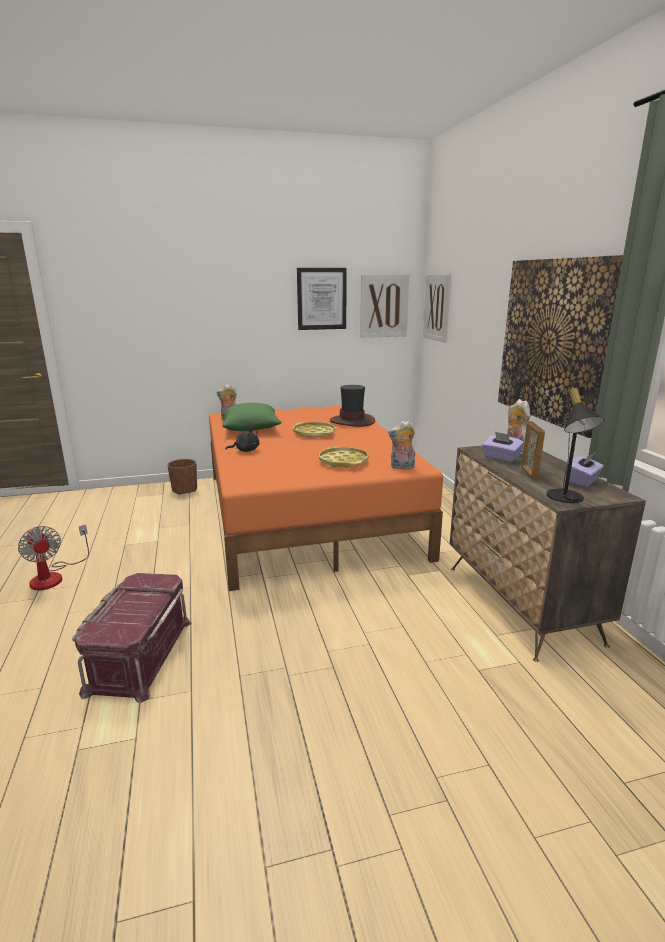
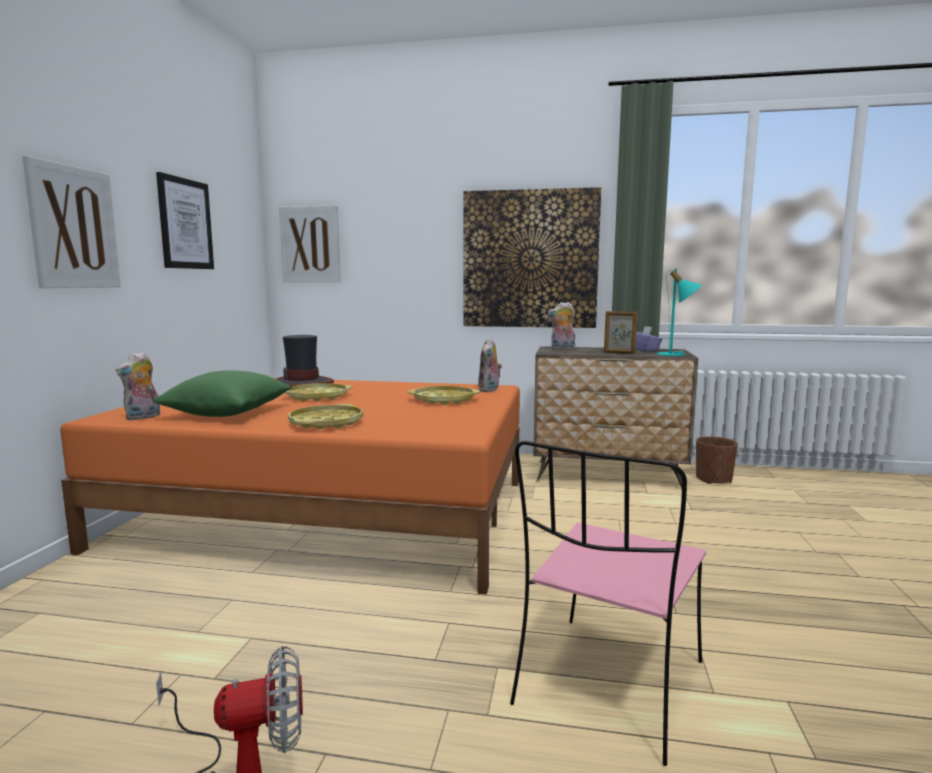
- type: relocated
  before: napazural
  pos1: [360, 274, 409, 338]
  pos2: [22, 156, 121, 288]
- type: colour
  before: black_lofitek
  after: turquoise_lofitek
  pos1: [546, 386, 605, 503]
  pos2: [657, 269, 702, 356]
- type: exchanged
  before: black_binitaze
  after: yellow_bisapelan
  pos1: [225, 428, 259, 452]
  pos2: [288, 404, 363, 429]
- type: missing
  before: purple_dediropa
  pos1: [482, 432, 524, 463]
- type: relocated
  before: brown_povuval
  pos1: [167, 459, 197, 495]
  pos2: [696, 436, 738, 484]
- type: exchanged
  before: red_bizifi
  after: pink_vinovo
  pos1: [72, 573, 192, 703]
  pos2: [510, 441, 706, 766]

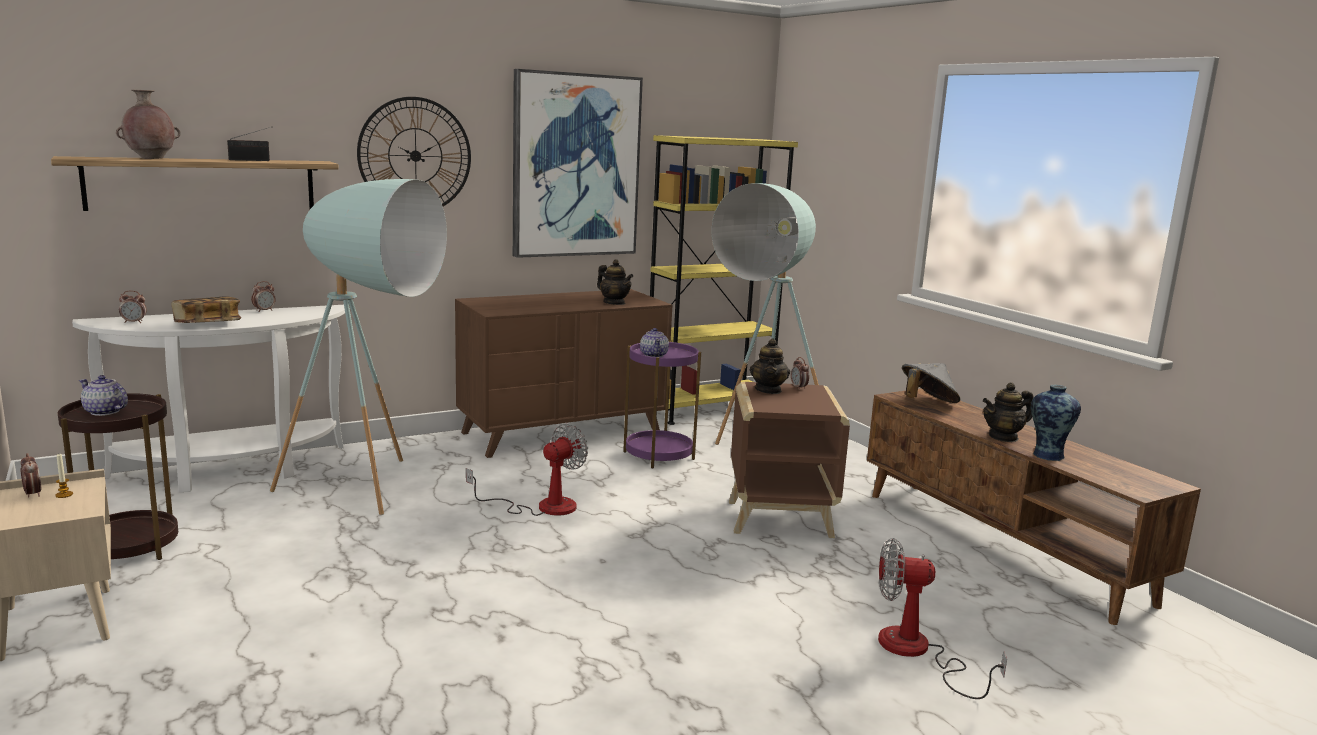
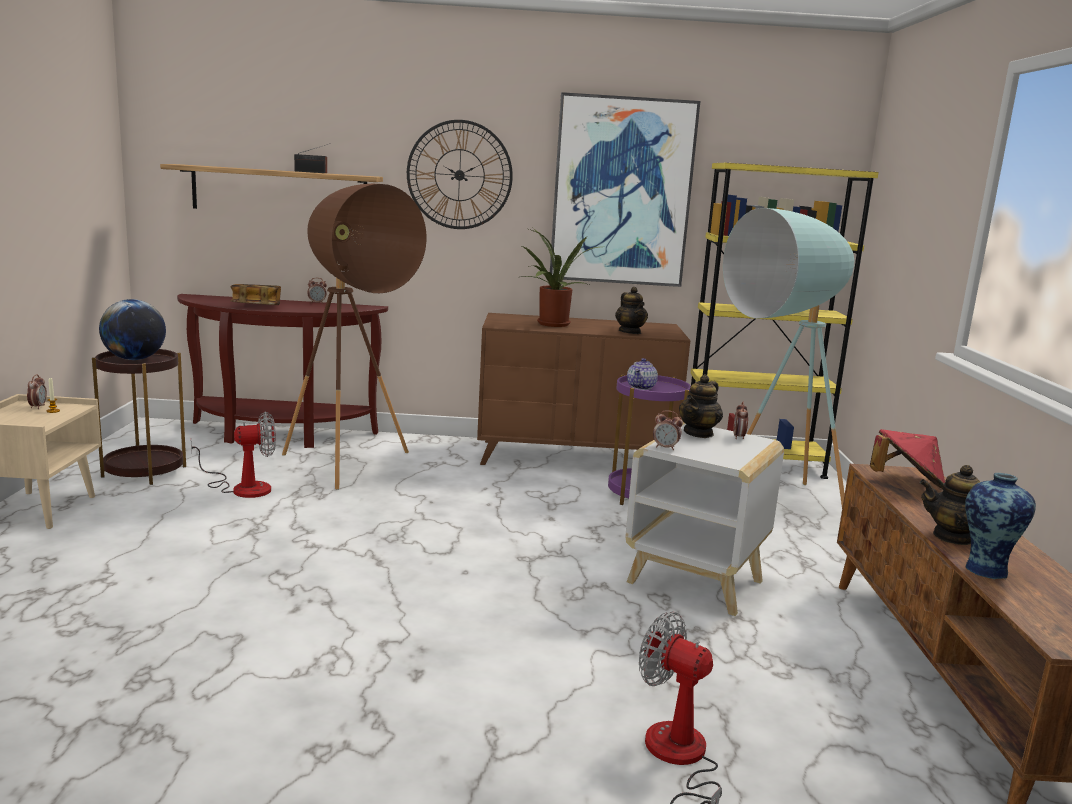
- type: missing
  before: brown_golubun
  pos1: [116, 90, 180, 159]
- type: colour
  before: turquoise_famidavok
  after: brown_famidavok
  pos1: [270, 179, 447, 515]
  pos2: [282, 184, 427, 490]
- type: relocated
  before: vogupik
  pos1: [119, 291, 147, 323]
  pos2: [653, 410, 683, 450]
- type: colour
  before: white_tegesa
  after: brown_tegesa
  pos1: [72, 305, 345, 492]
  pos2: [177, 294, 388, 448]
- type: colour
  before: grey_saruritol
  after: red_saruritol
  pos1: [902, 363, 961, 403]
  pos2: [870, 429, 945, 489]
- type: exchanged
  before: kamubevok
  after: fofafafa
  pos1: [79, 375, 128, 416]
  pos2: [99, 299, 166, 360]
- type: colour
  before: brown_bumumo
  after: white_bumumo
  pos1: [729, 382, 850, 538]
  pos2: [625, 422, 784, 616]
- type: relocated
  before: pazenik
  pos1: [466, 424, 588, 516]
  pos2: [191, 412, 276, 498]
- type: appeared
  after: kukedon
  pos2: [521, 228, 599, 327]

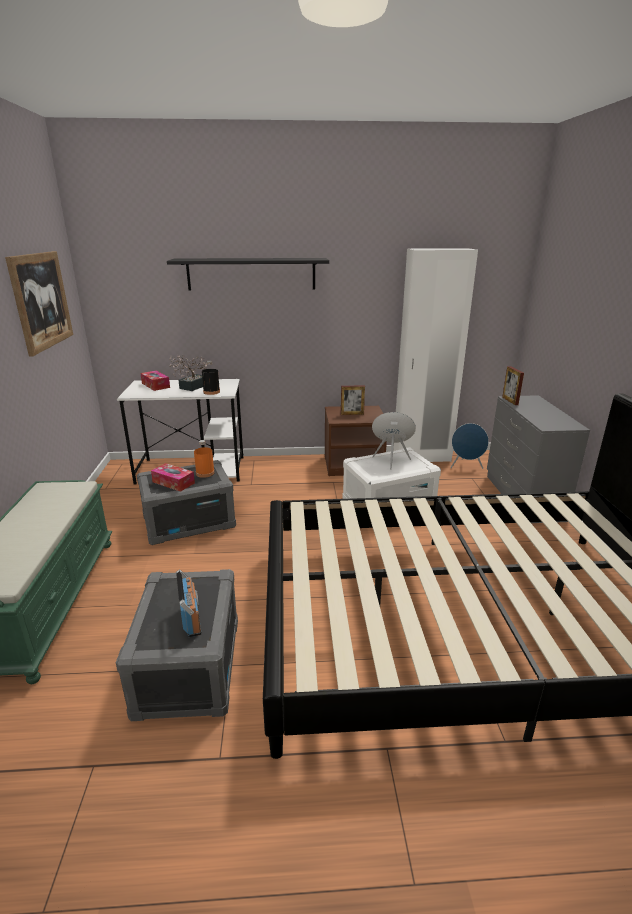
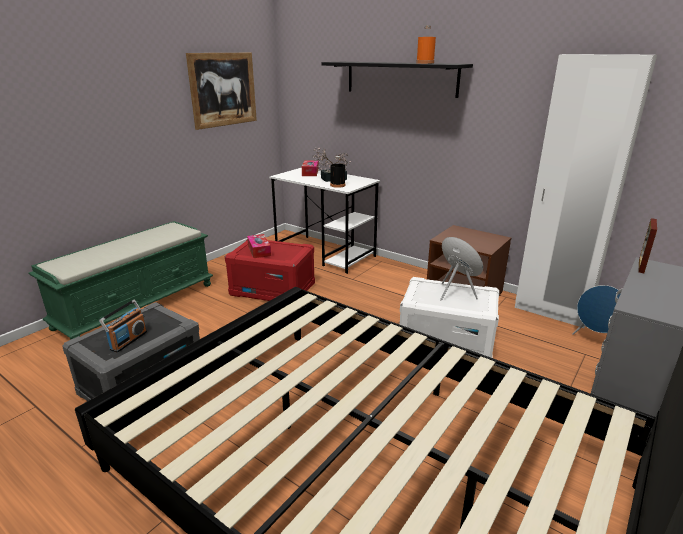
- type: missing
  before: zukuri
  pos1: [341, 385, 365, 415]
- type: relocated
  before: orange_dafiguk
  pos1: [194, 440, 215, 478]
  pos2: [416, 25, 436, 64]
- type: colour
  before: grey_bizifi
  after: red_bizifi
  pos1: [137, 460, 236, 545]
  pos2: [225, 239, 315, 301]

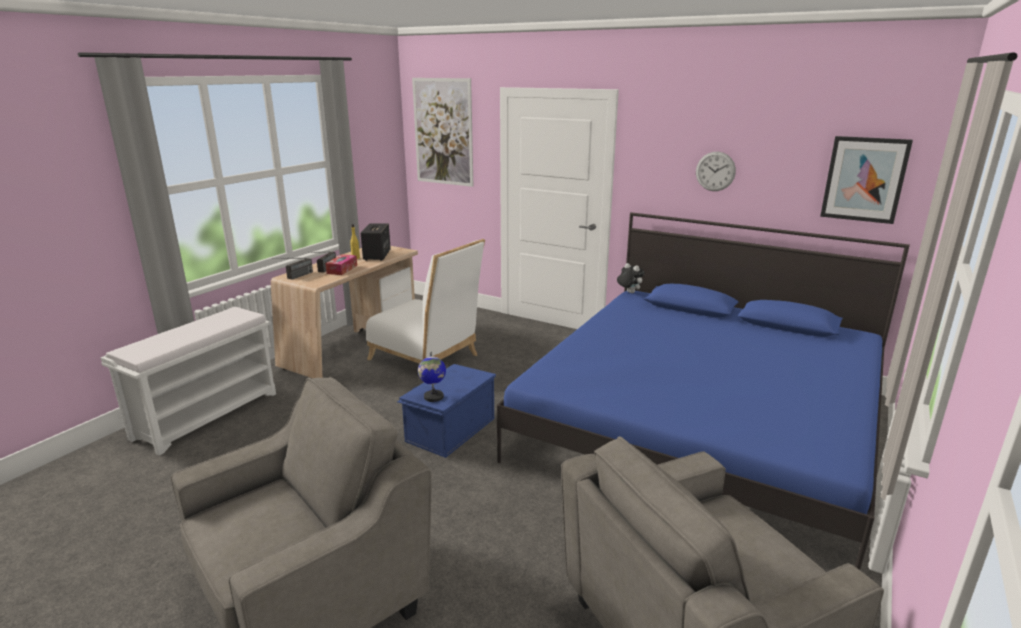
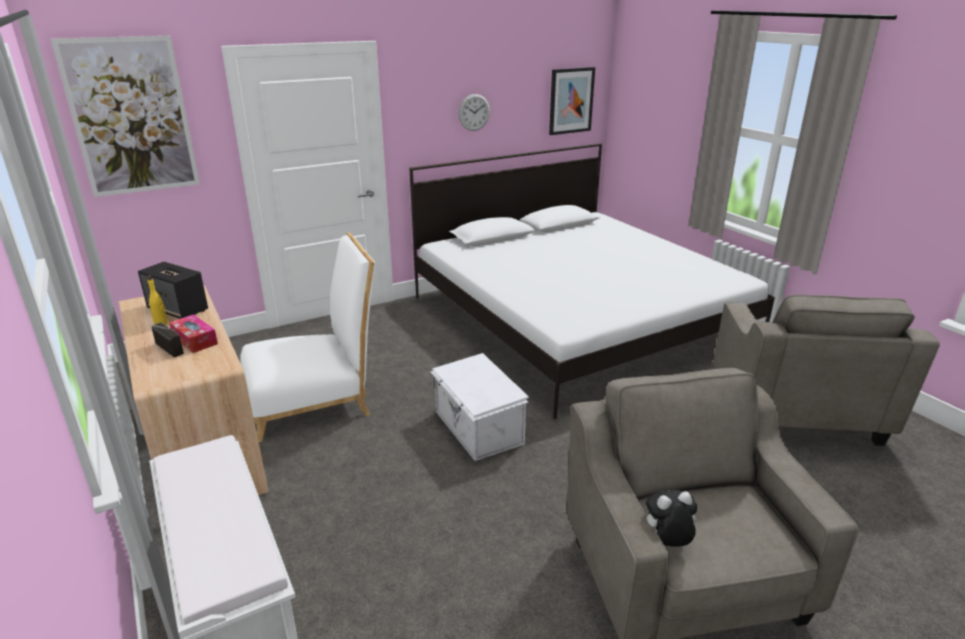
- type: colour
  before: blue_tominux
  after: white_tominux
  pos1: [497, 212, 910, 570]
  pos2: [410, 143, 775, 419]
- type: missing
  before: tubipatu
  pos1: [272, 258, 313, 280]
- type: relocated
  before: binitaze
  pos1: [617, 263, 645, 293]
  pos2: [646, 489, 697, 547]
- type: missing
  before: fofafafa
  pos1: [418, 352, 446, 402]
- type: colour
  before: blue_bizifi
  after: white_bizifi
  pos1: [397, 364, 496, 458]
  pos2: [430, 353, 529, 461]

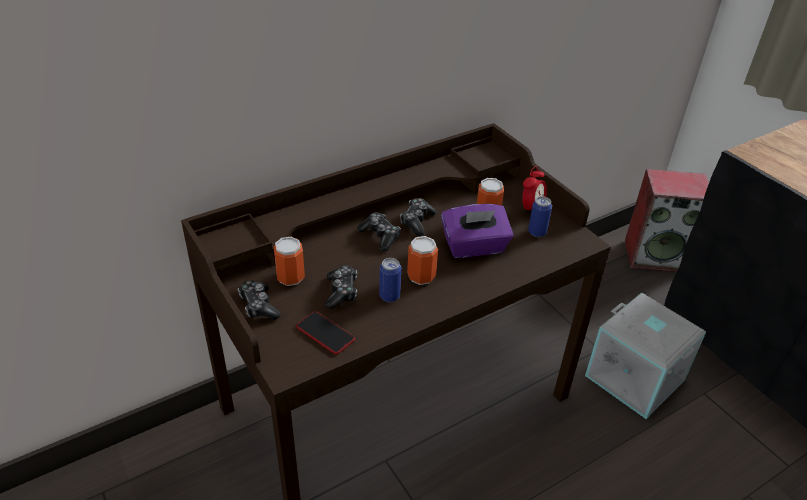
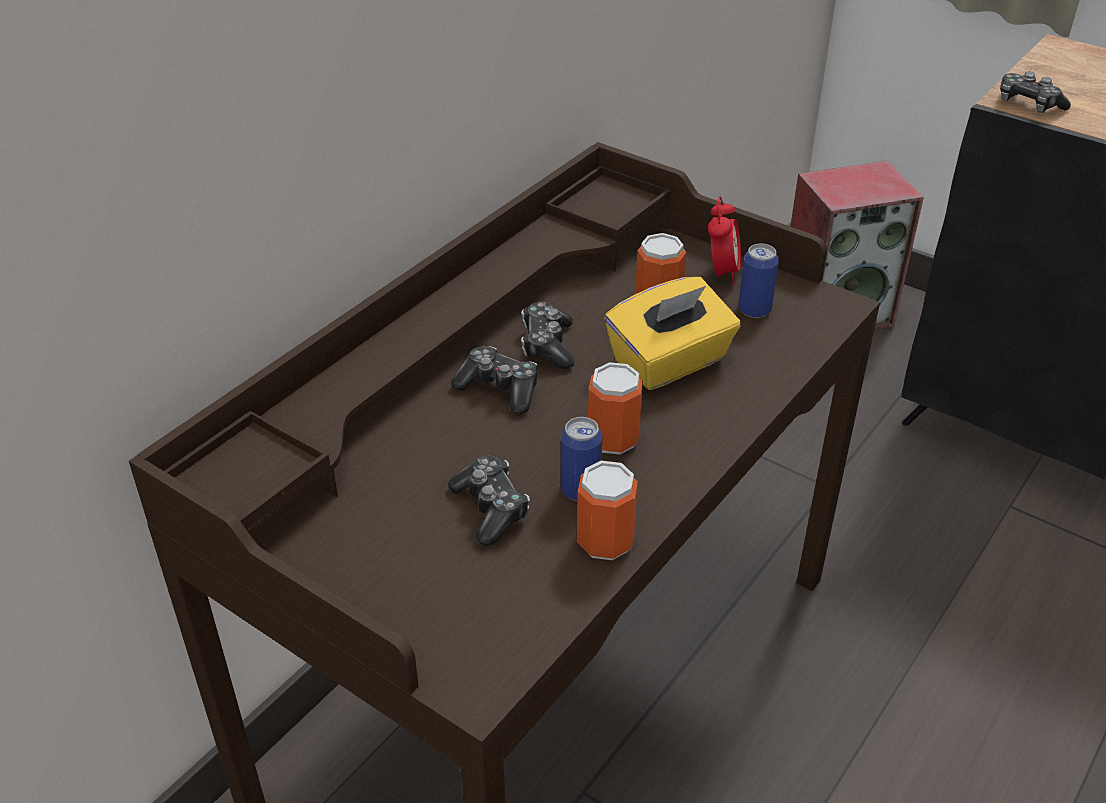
- type: colour
  before: purple_dediropa
  after: yellow_dediropa
  pos1: [441, 204, 513, 258]
  pos2: [604, 277, 741, 390]
- type: relocated
  before: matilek
  pos1: [274, 237, 305, 286]
  pos2: [577, 461, 638, 560]
- type: relocated
  before: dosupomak
  pos1: [238, 280, 281, 320]
  pos2: [1000, 72, 1071, 113]
- type: missing
  before: grey_bizifi
  pos1: [585, 293, 706, 419]
- type: missing
  before: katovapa
  pos1: [296, 312, 355, 354]

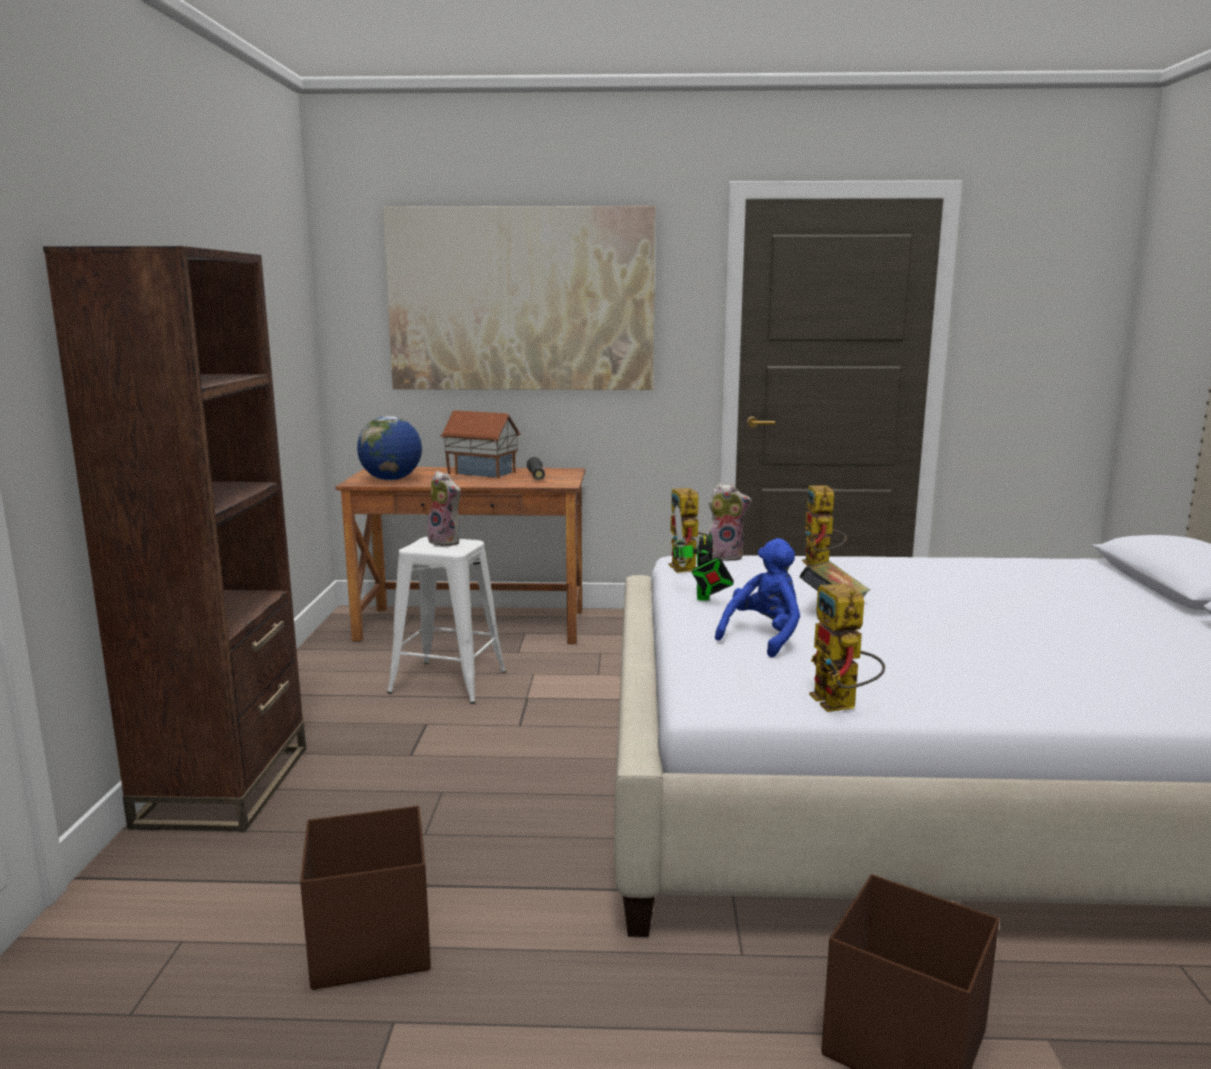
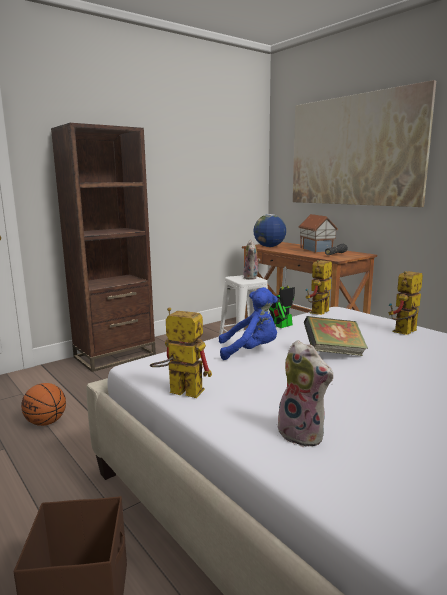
- type: relocated
  before: binitaze
  pos1: [706, 483, 752, 561]
  pos2: [278, 340, 333, 447]
- type: spun
  before: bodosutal
  pos1: [809, 583, 885, 712]
  pos2: [150, 307, 212, 398]
  turn: 75
- type: exchanged
  before: brown_bizifi
  after: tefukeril
  pos1: [300, 806, 431, 990]
  pos2: [21, 383, 66, 426]

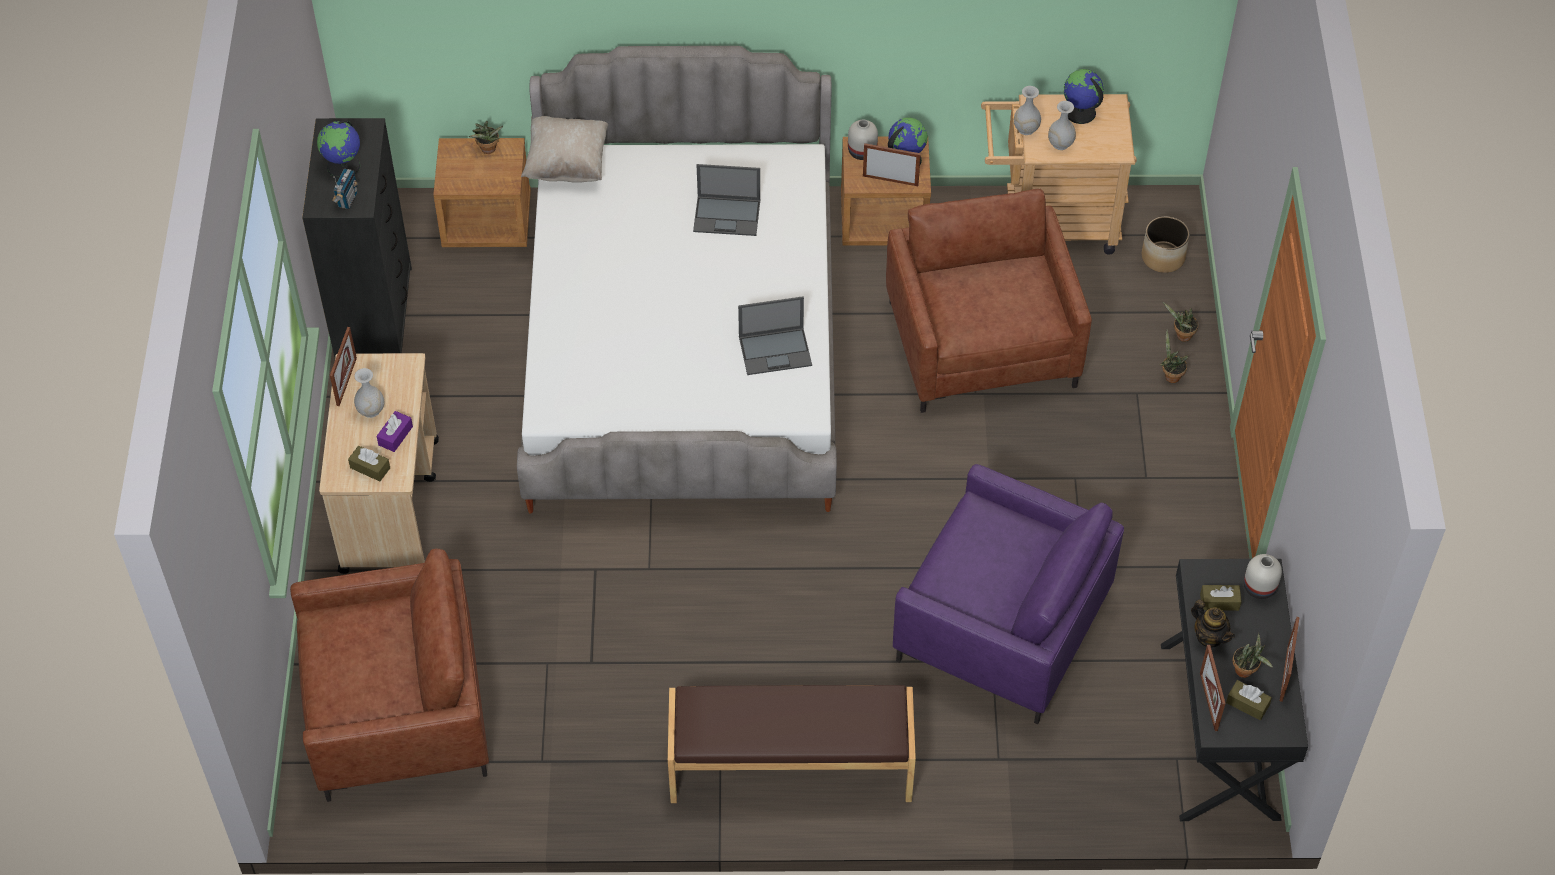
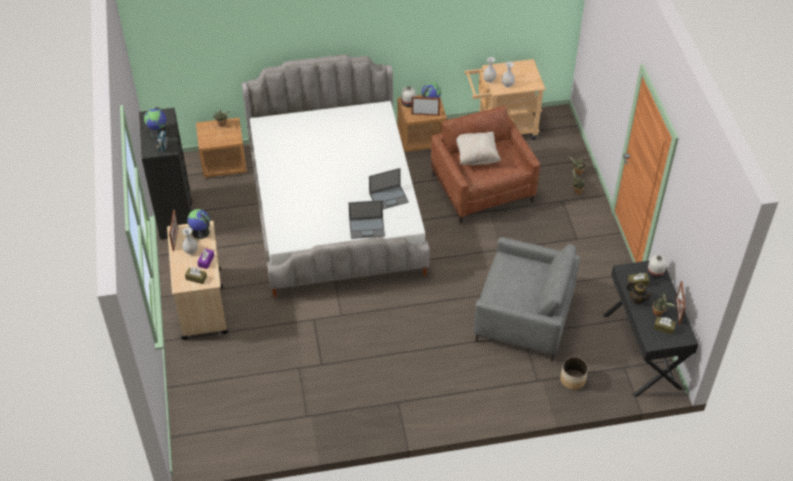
- type: relocated
  before: fofafafa
  pos1: [1063, 69, 1104, 124]
  pos2: [187, 209, 210, 239]
- type: relocated
  before: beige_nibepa
  pos1: [521, 116, 608, 183]
  pos2: [456, 132, 501, 165]
- type: relocated
  before: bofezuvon
  pos1: [693, 164, 760, 236]
  pos2: [348, 200, 385, 239]
- type: relocated
  before: povuval
  pos1: [1142, 216, 1190, 273]
  pos2: [560, 357, 588, 390]
- type: colour
  before: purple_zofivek
  after: grey_zofivek
  pos1: [893, 464, 1124, 724]
  pos2: [474, 237, 580, 362]
- type: missing
  before: brown_zofivek
  pos1: [290, 549, 489, 802]
- type: missing
  before: zukuri
  pos1: [1200, 645, 1225, 731]
- type: missing
  before: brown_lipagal
  pos1: [668, 685, 916, 803]

